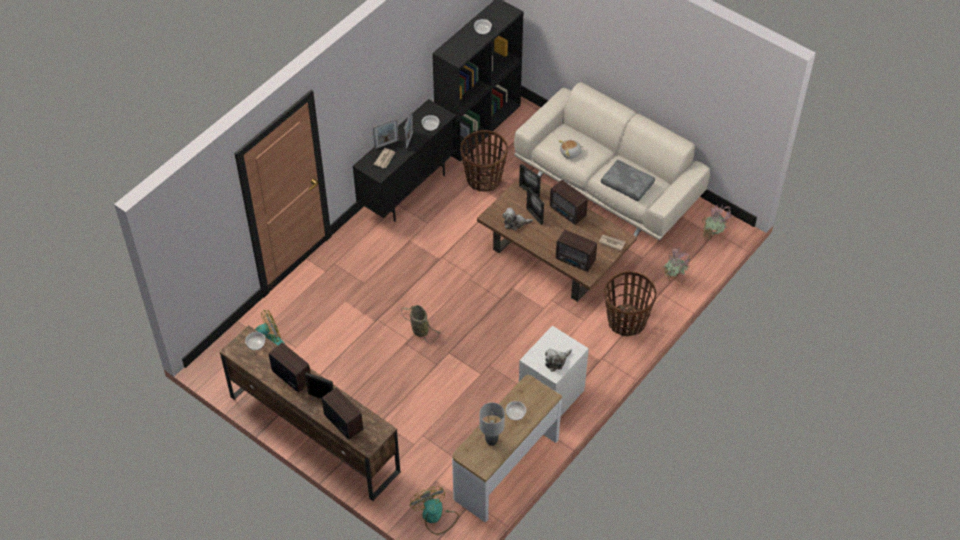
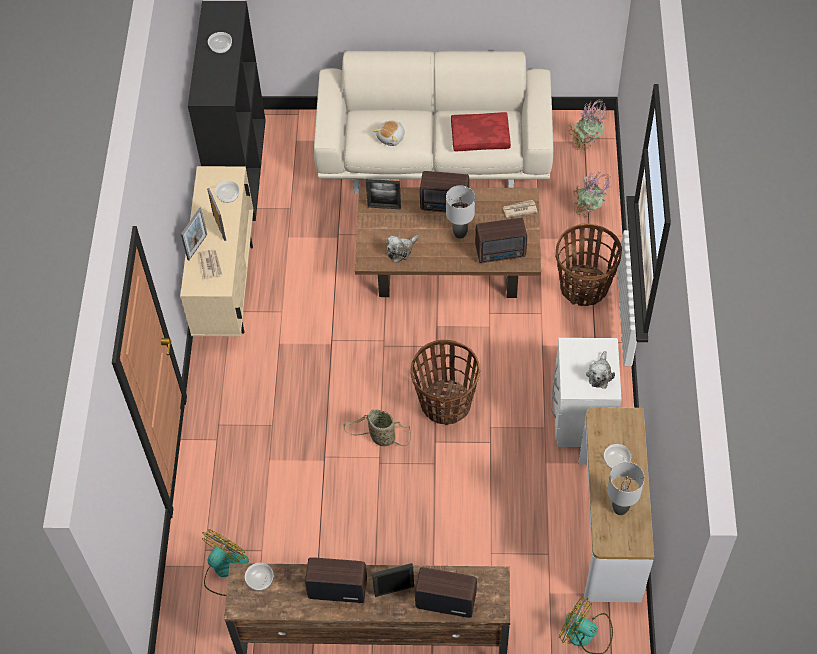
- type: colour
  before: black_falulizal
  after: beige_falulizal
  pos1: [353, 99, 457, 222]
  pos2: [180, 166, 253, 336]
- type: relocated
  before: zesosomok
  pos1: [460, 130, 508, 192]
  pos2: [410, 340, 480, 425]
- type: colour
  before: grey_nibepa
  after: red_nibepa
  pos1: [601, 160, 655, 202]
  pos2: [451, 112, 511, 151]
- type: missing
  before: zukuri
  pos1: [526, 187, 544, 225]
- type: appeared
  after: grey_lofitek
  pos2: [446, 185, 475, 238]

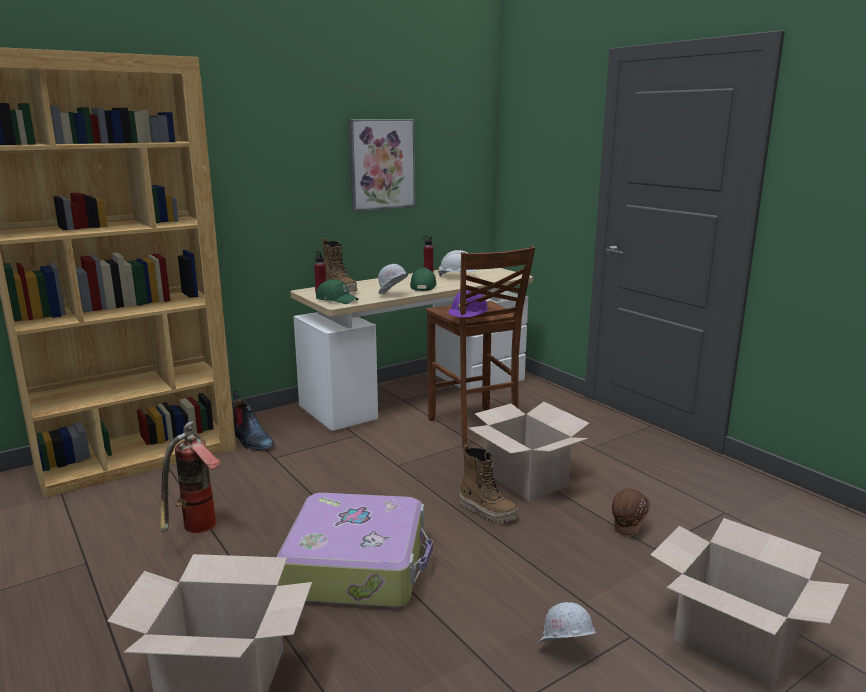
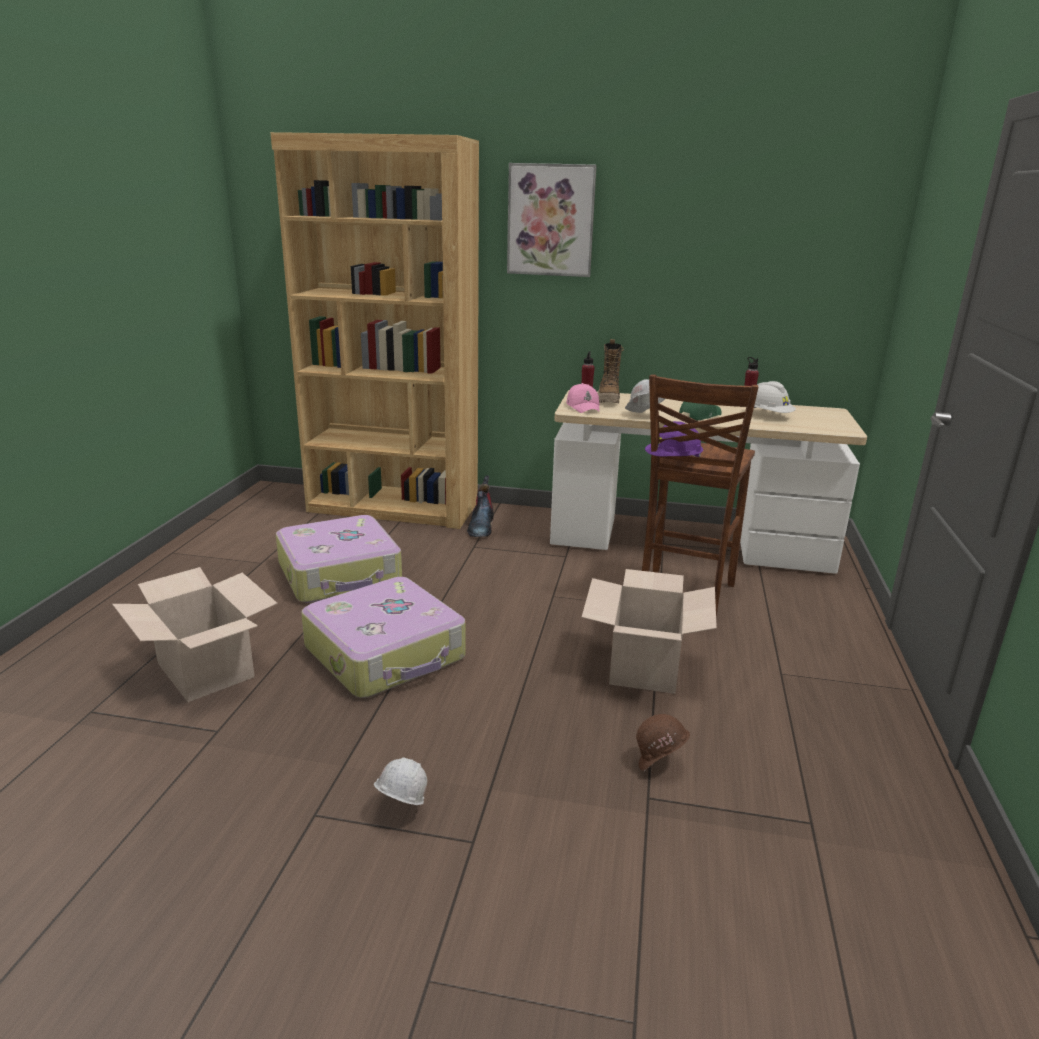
- type: relocated
  before: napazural
  pos1: [349, 119, 415, 211]
  pos2: [507, 163, 597, 277]
- type: colour
  before: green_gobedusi
  after: pink_gobedusi
  pos1: [316, 279, 358, 304]
  pos2: [566, 383, 600, 413]
- type: exchanged
  before: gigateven
  after: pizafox
  pos1: [160, 420, 221, 533]
  pos2: [276, 515, 402, 603]
- type: missing
  before: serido
  pos1: [459, 444, 518, 523]
- type: missing
  before: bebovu
  pos1: [651, 518, 849, 688]

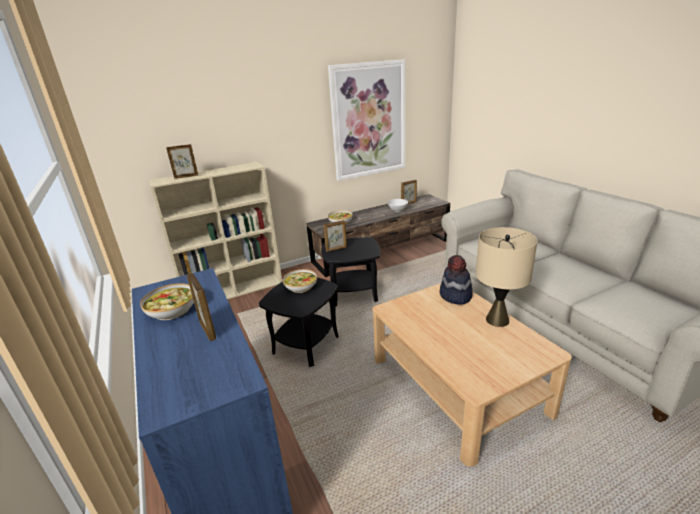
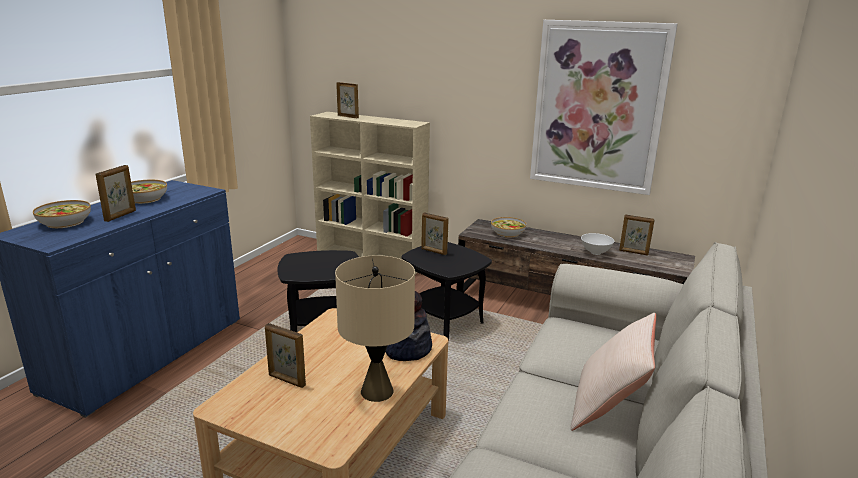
- type: relocated
  before: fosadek
  pos1: [283, 269, 317, 293]
  pos2: [33, 200, 91, 228]
- type: appeared
  after: beige_nibepa
  pos2: [571, 313, 656, 431]
- type: appeared
  after: zukuri
  pos2: [265, 323, 306, 388]

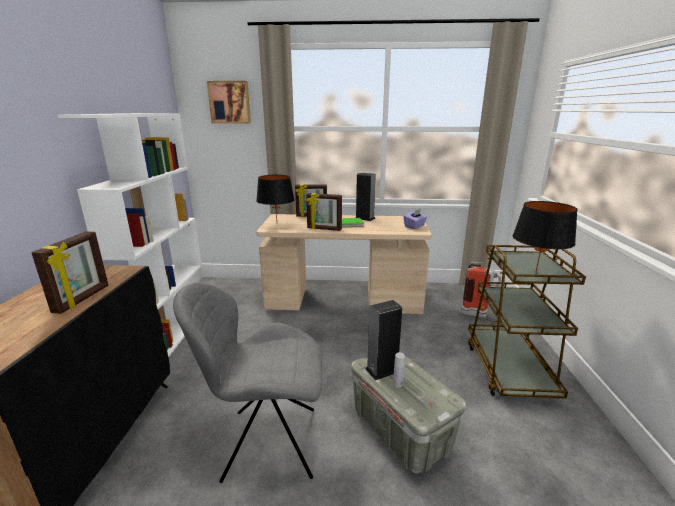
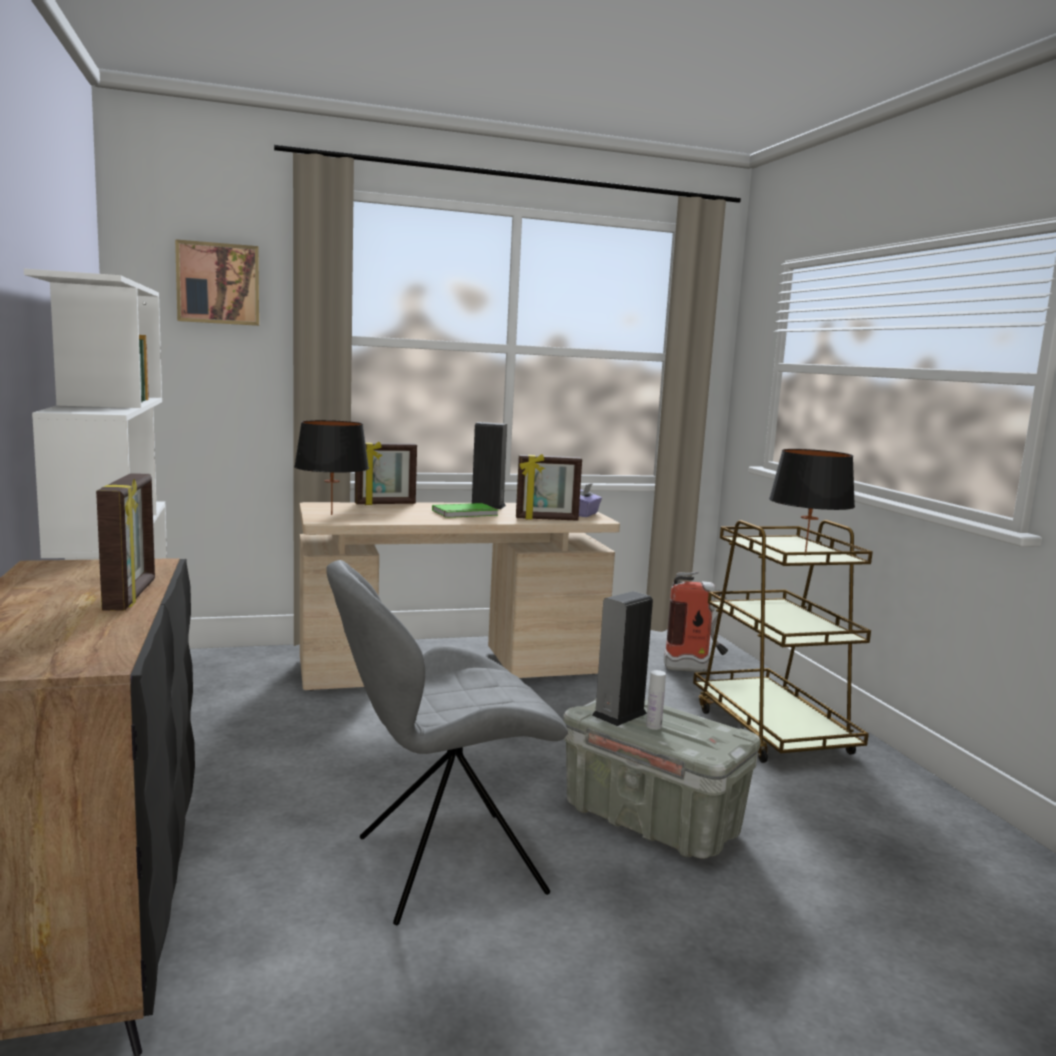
- type: relocated
  before: zukuri
  pos1: [306, 193, 342, 231]
  pos2: [516, 454, 582, 521]

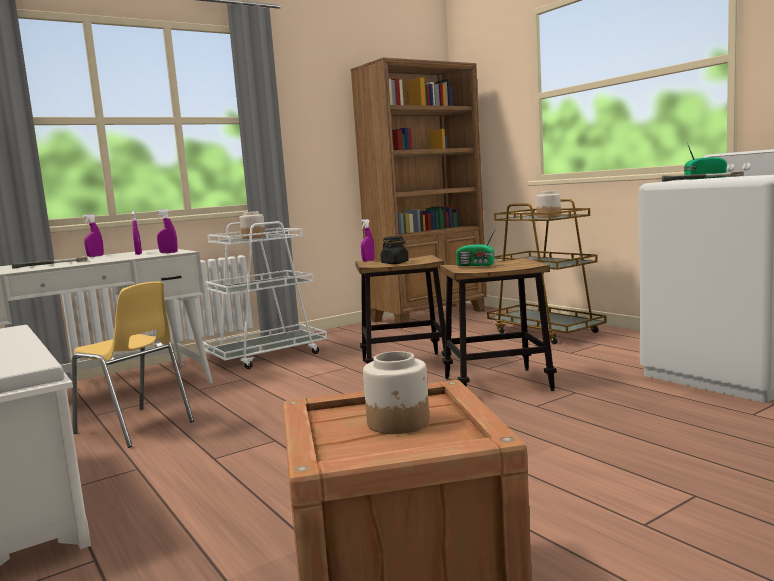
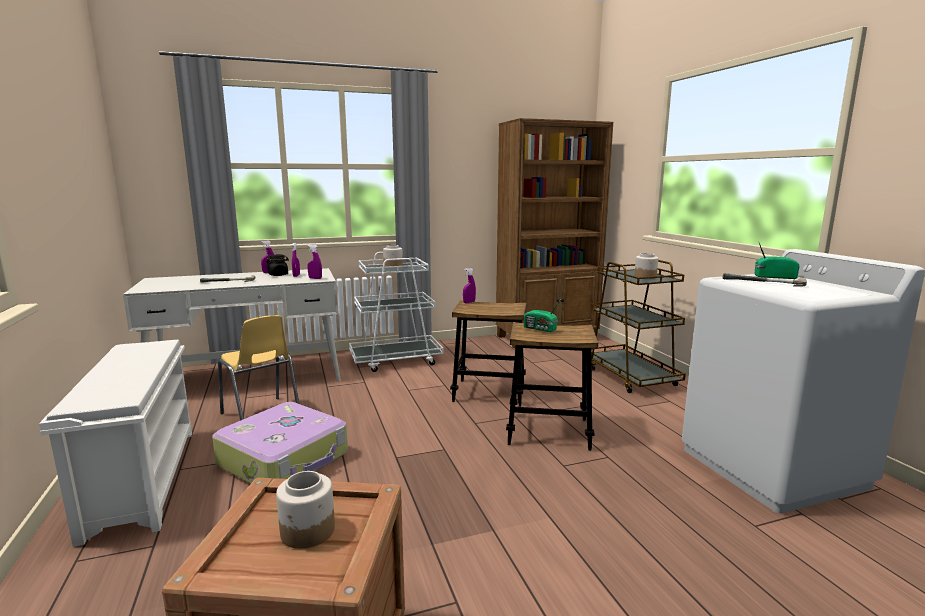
- type: relocated
  before: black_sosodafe
  pos1: [381, 236, 409, 264]
  pos2: [266, 254, 289, 276]
- type: appeared
  after: pizafox
  pos2: [212, 402, 348, 483]

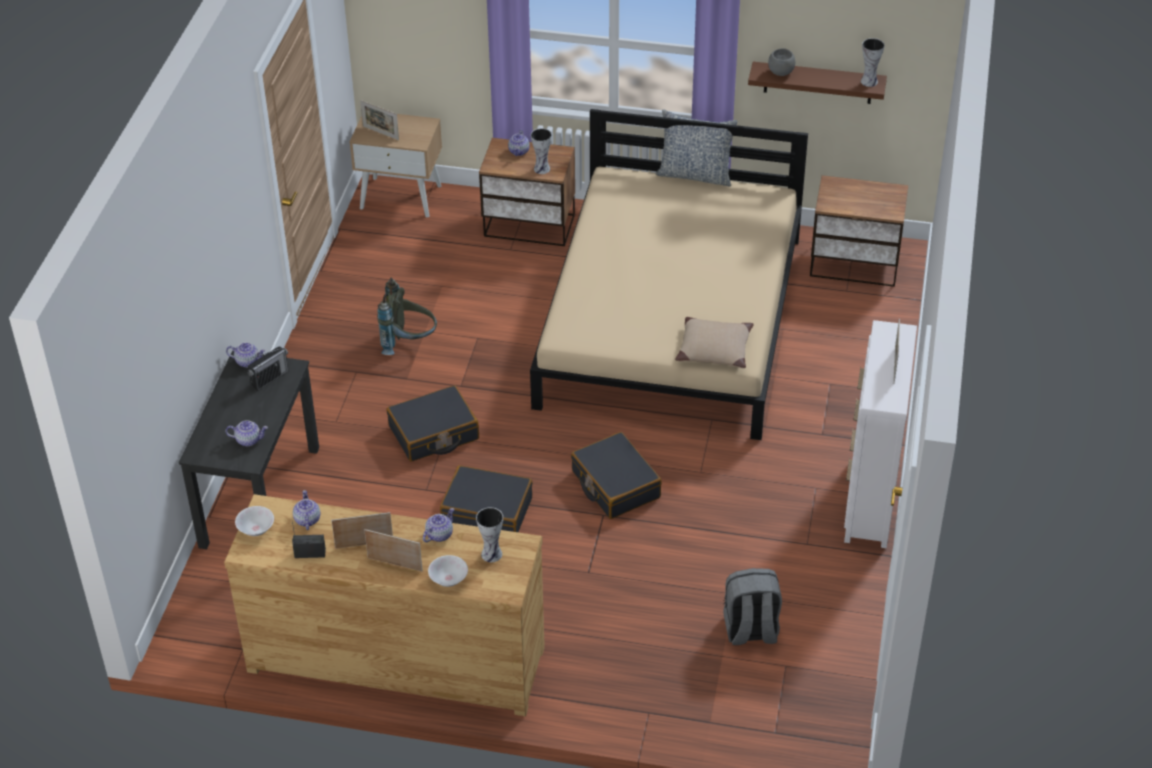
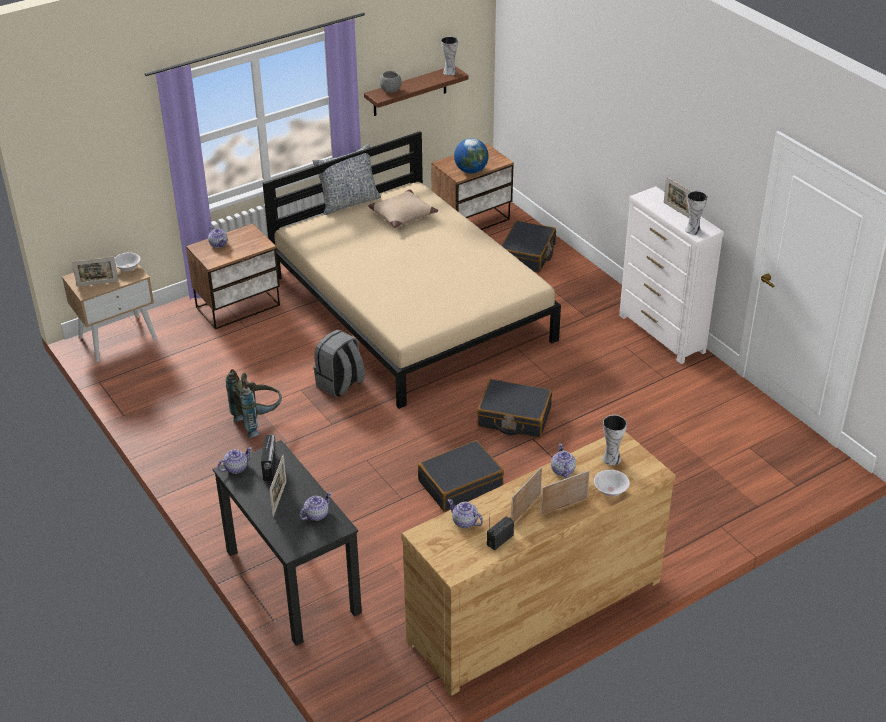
- type: relocated
  before: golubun
  pos1: [531, 128, 552, 174]
  pos2: [685, 191, 708, 235]
- type: relocated
  before: beige_nibepa
  pos1: [675, 317, 754, 368]
  pos2: [368, 189, 438, 228]
- type: relocated
  before: black_pizafox
  pos1: [387, 385, 479, 462]
  pos2: [501, 221, 556, 273]
- type: relocated
  before: white_fosadek
  pos1: [235, 506, 274, 536]
  pos2: [114, 252, 140, 271]
- type: relocated
  before: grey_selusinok
  pos1: [723, 568, 782, 645]
  pos2: [313, 330, 365, 397]
- type: appeared
  after: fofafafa
  pos2: [454, 138, 489, 173]
- type: appeared
  after: zukuri
  pos2: [269, 455, 287, 517]

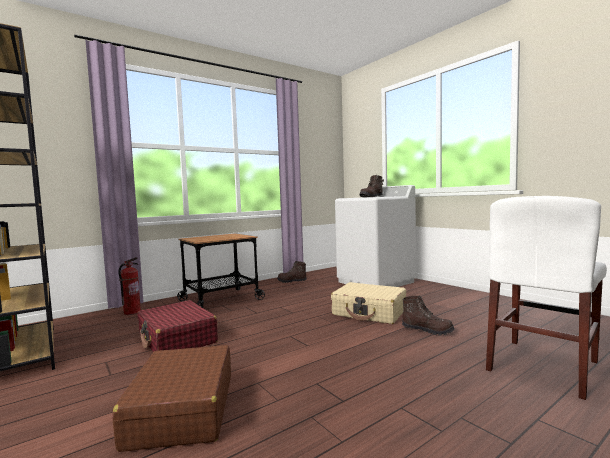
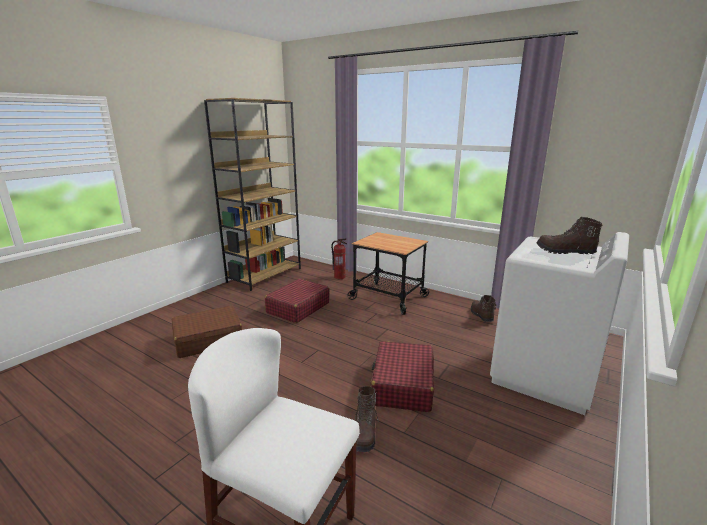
- type: colour
  before: beige_pizafox
  after: red_pizafox
  pos1: [331, 282, 406, 324]
  pos2: [370, 341, 434, 412]

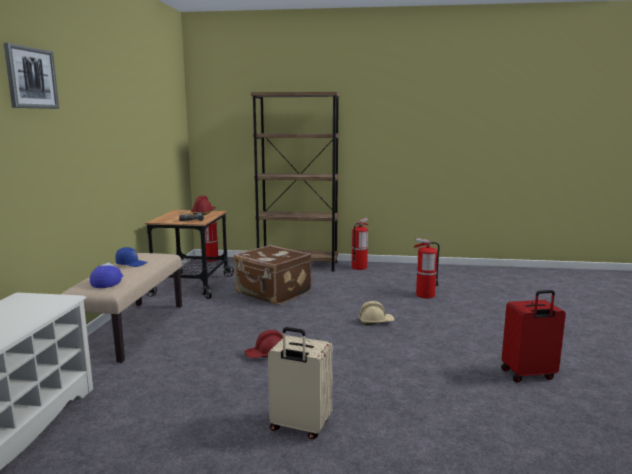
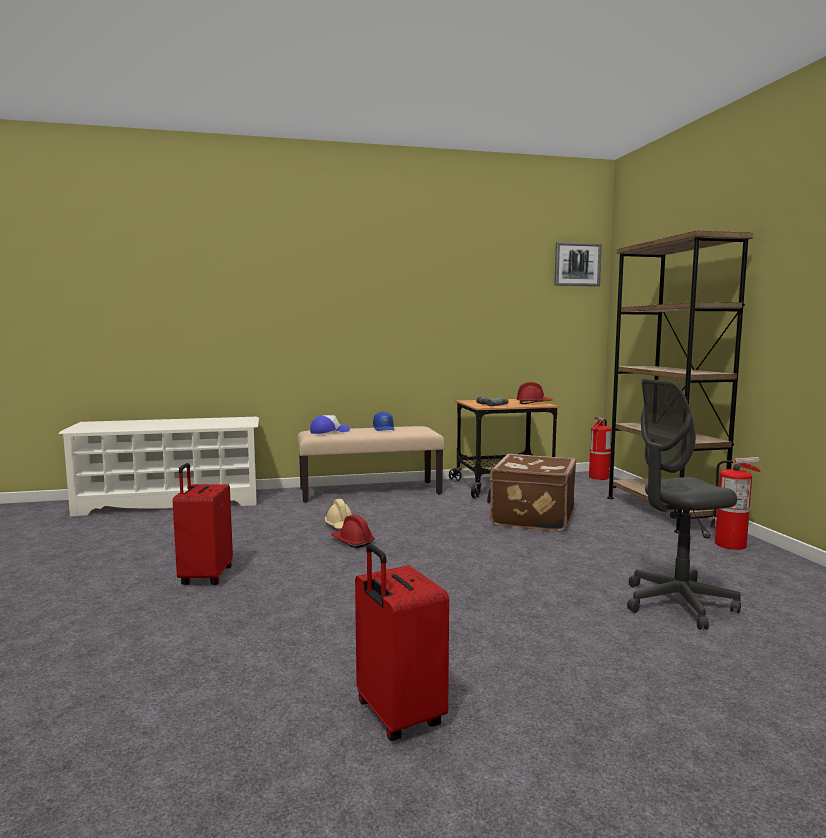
- type: relocated
  before: napazural
  pos1: [4, 43, 59, 109]
  pos2: [554, 242, 602, 287]
- type: exchanged
  before: gigateven
  after: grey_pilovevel
  pos1: [414, 238, 440, 299]
  pos2: [627, 379, 741, 630]
- type: relocated
  before: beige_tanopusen
  pos1: [359, 301, 394, 325]
  pos2: [324, 499, 352, 529]
- type: colour
  before: beige_pizafox
  after: red_pizafox
  pos1: [268, 327, 333, 440]
  pos2: [173, 463, 233, 585]

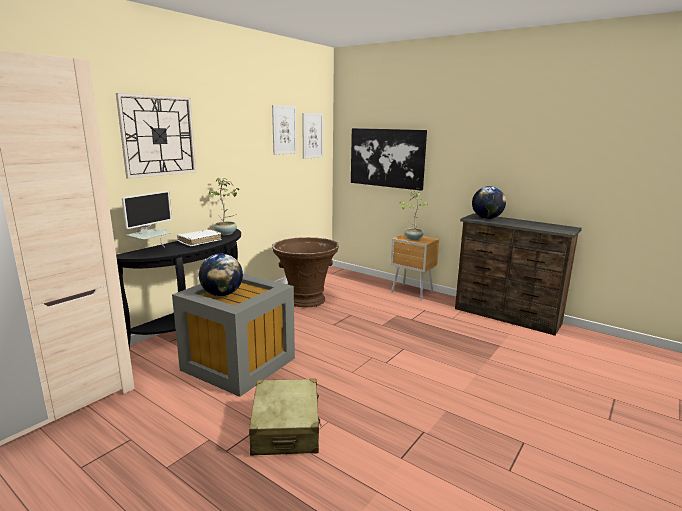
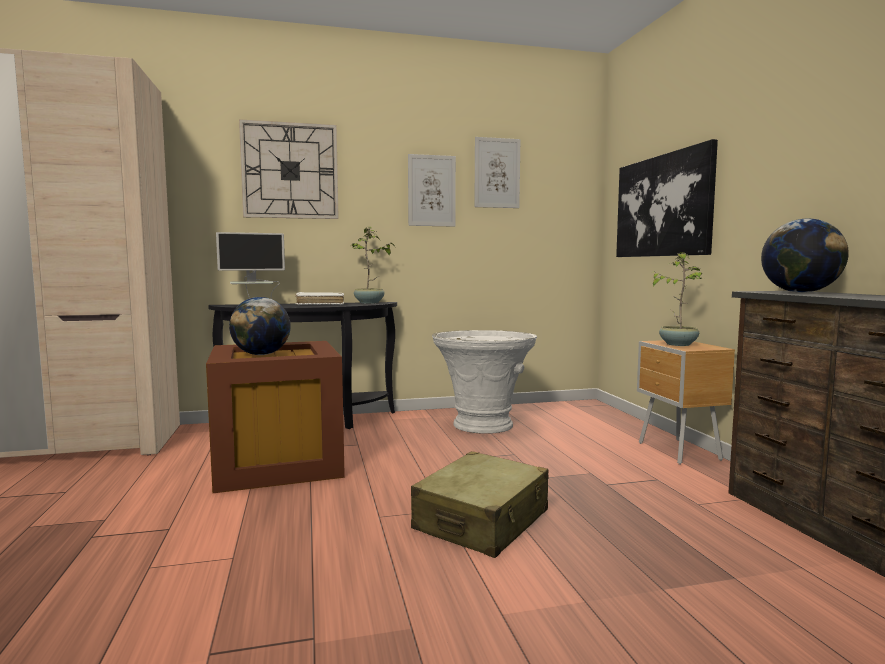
- type: relocated
  before: napazural
  pos1: [302, 113, 323, 159]
  pos2: [408, 154, 456, 227]
- type: colour
  before: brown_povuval
  after: white_povuval
  pos1: [272, 237, 339, 307]
  pos2: [432, 330, 537, 434]
- type: colour
  before: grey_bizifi
  after: brown_bizifi
  pos1: [172, 274, 295, 397]
  pos2: [206, 341, 345, 494]
- type: relocated
  before: beige_pizafox
  pos1: [249, 379, 322, 456]
  pos2: [411, 451, 549, 558]

